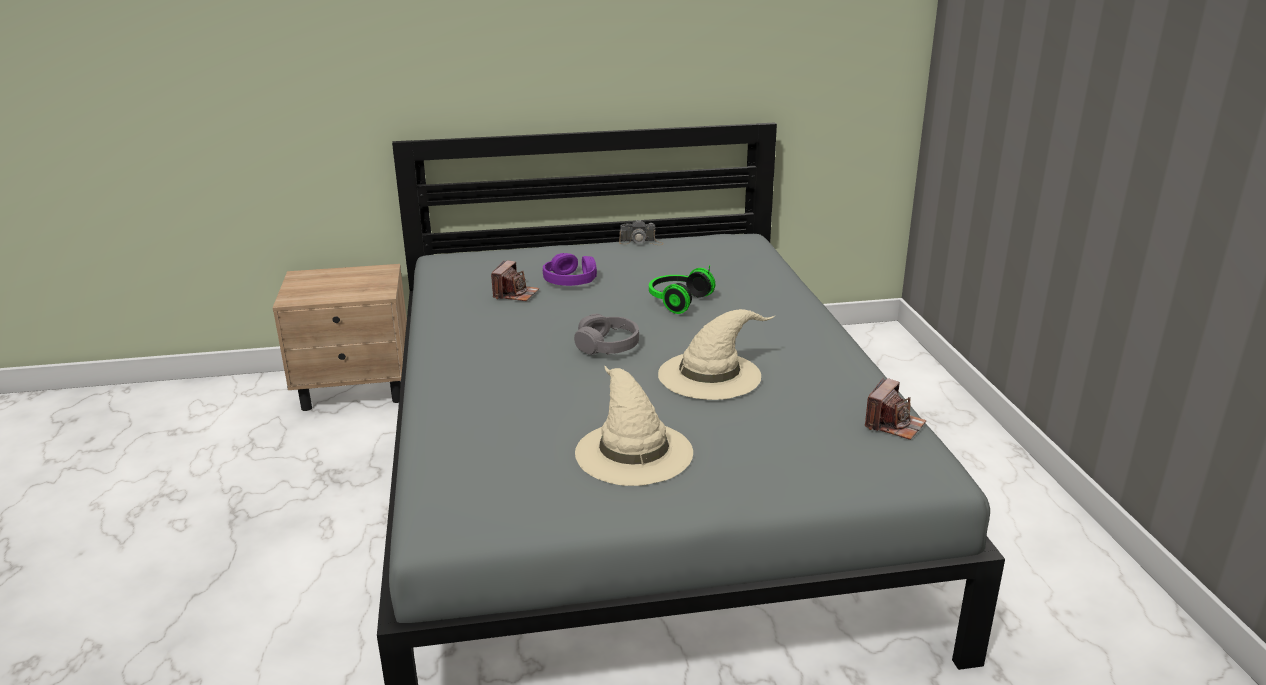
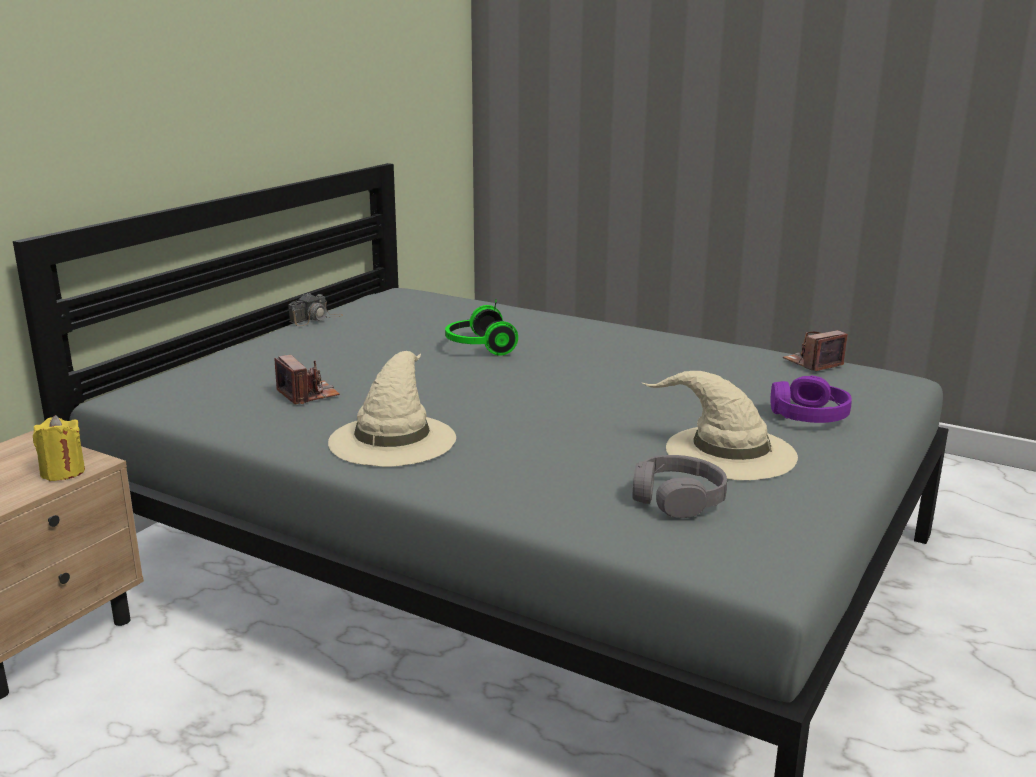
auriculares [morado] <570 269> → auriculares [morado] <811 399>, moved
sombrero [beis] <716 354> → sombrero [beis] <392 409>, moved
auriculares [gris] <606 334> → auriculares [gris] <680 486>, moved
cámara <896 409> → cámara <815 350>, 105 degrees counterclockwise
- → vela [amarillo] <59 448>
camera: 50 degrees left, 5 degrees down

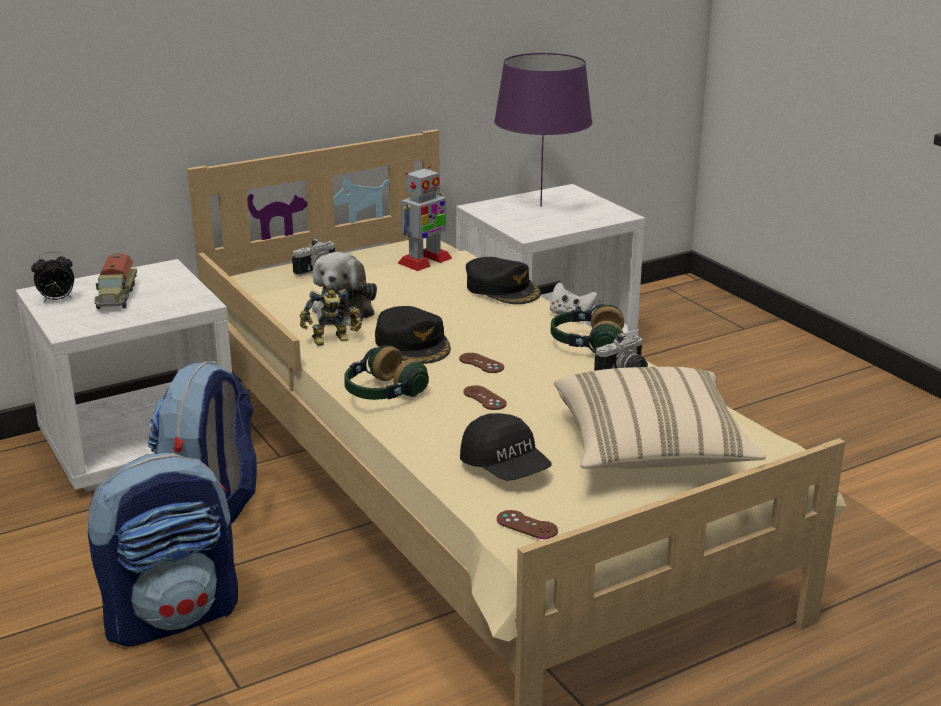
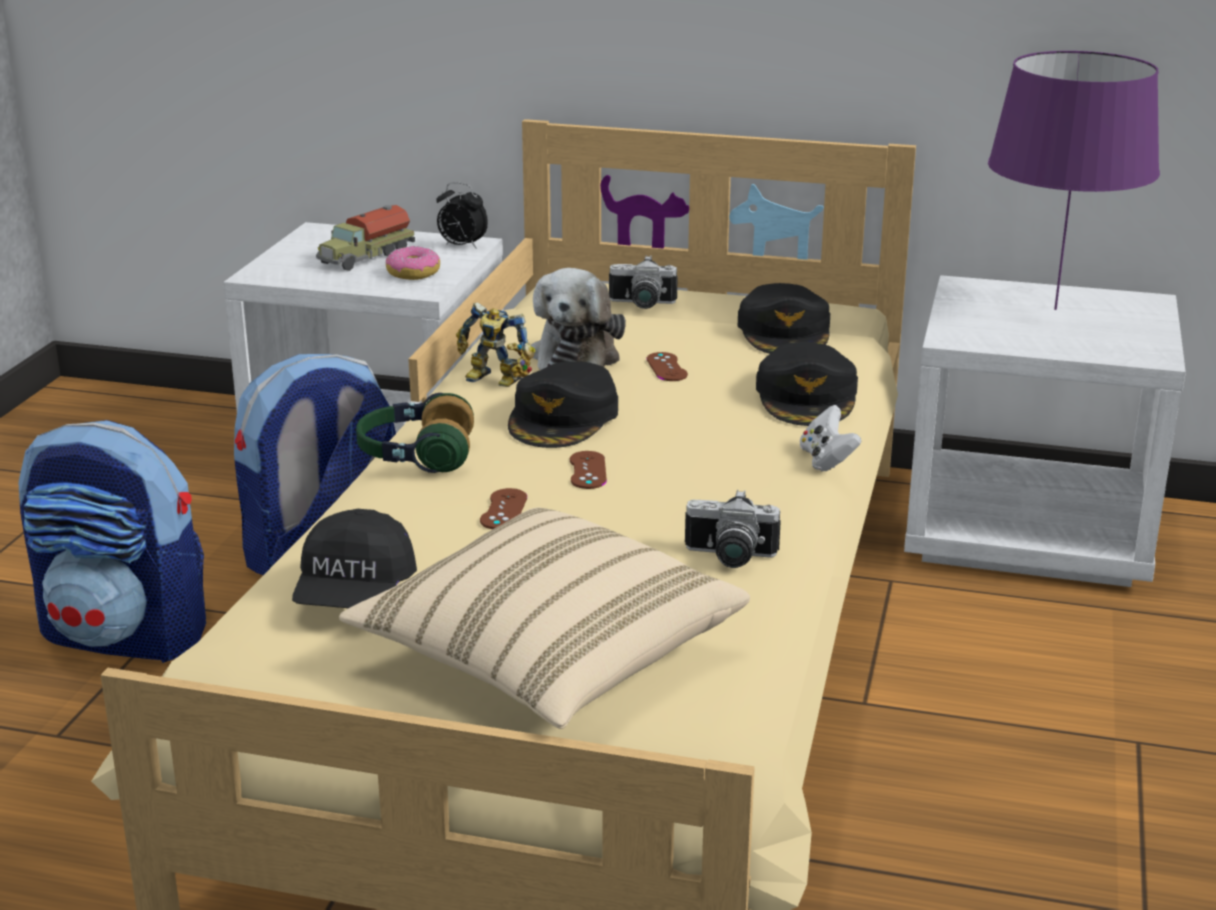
robot de juguete <425 218> → gorra [negro] <784 318>
despertador <52 277> → despertador <462 215>, moved
peluche <344 289> → peluche <578 319>, 45 degrees counterclockwise
auriculares <587 329> → -
mando de consola [marrón] <527 524> → mando de consola [marrón] <667 366>, moved
- → rosquilla <413 263>
camera: 45 degrees right, 0 degrees up

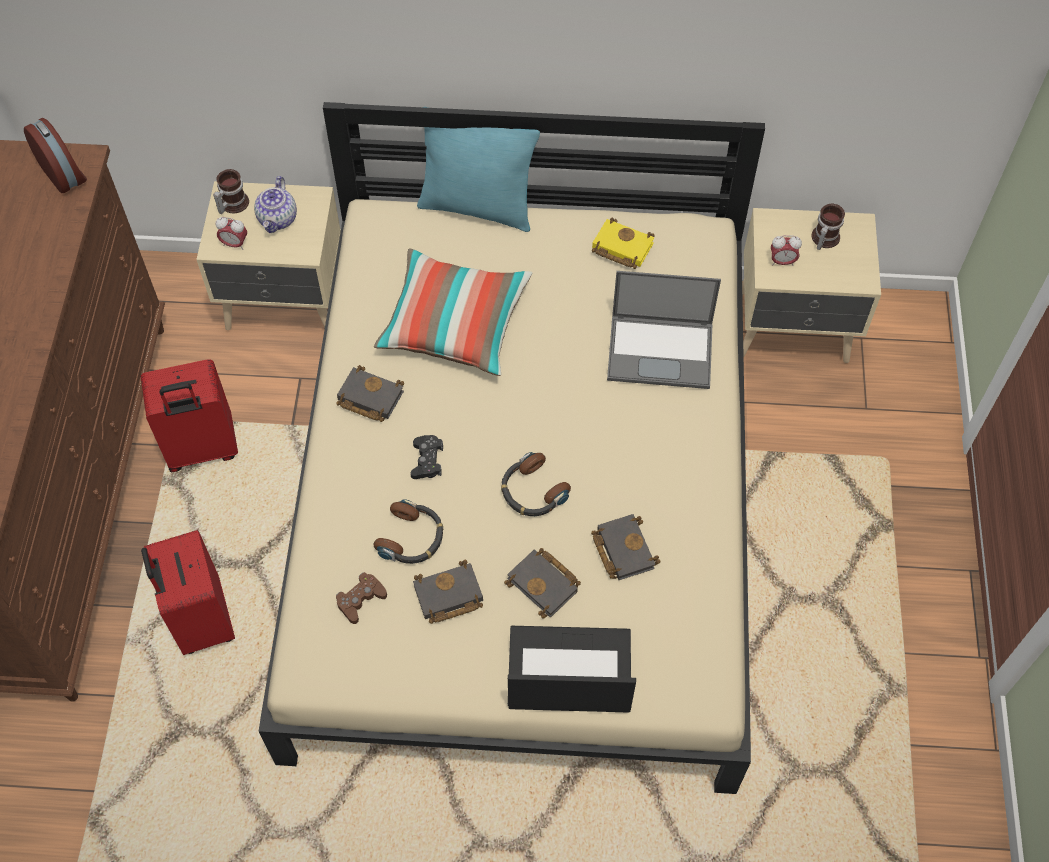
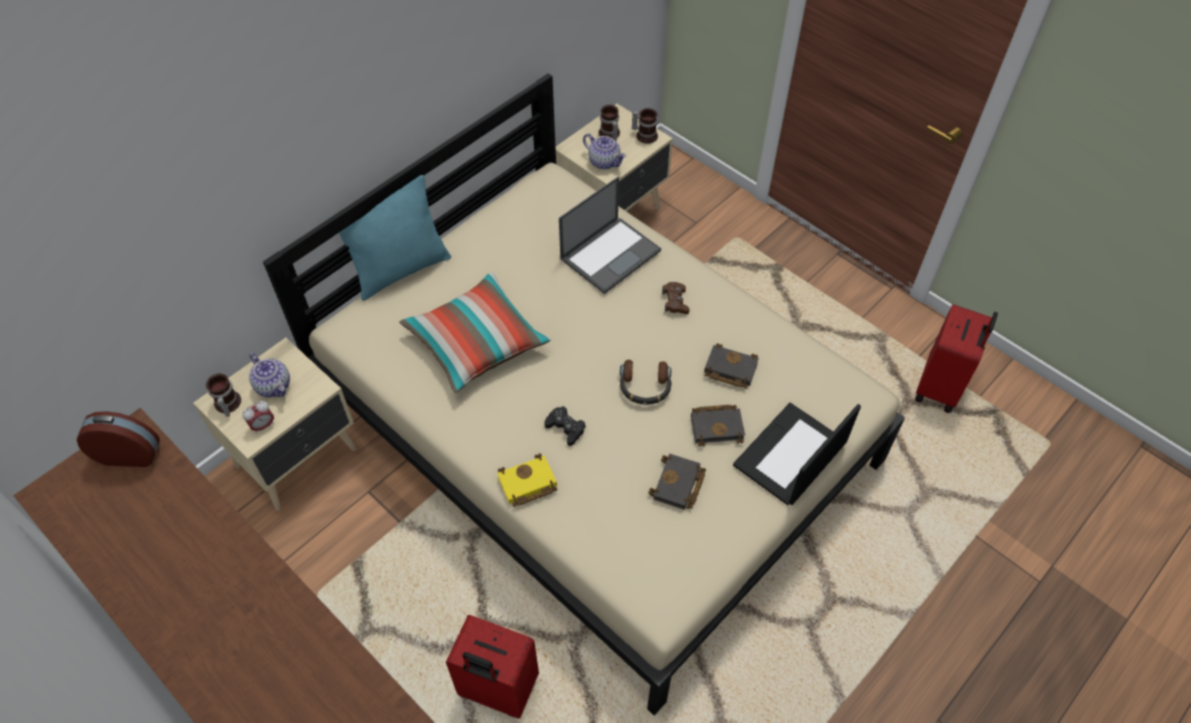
libro [amarillo] <623 243> → libro [amarillo] <527 480>, moved
despertador <786 250> → tetera <604 151>
maleta [rojo] <189 415> → maleta [rojo] <956 358>, moved
libro [negro] <370 393> → -
auriculares <408 532> → -
mando de consola [marrón] <361 598> → mando de consola [marrón] <675 298>, moved
- → taza grande <645 126>
camera: 50 degrees left, 5 degrees down

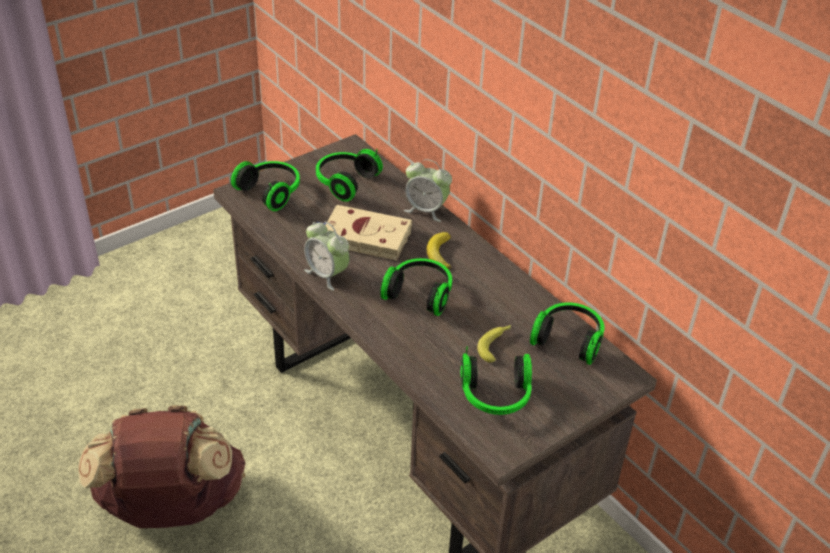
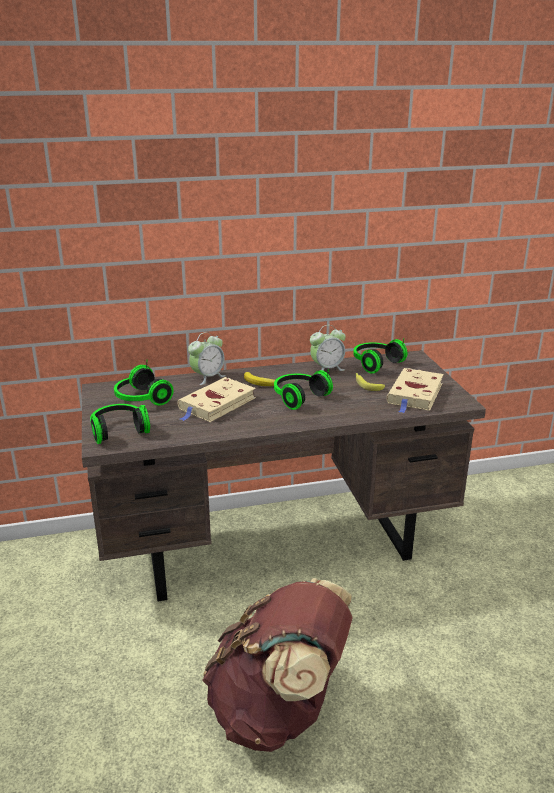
despertador <327 256> → despertador <328 348>, moved
auriculares <496 380> → libro [beis] <415 390>
camera: 65 degrees left, 15 degrees down

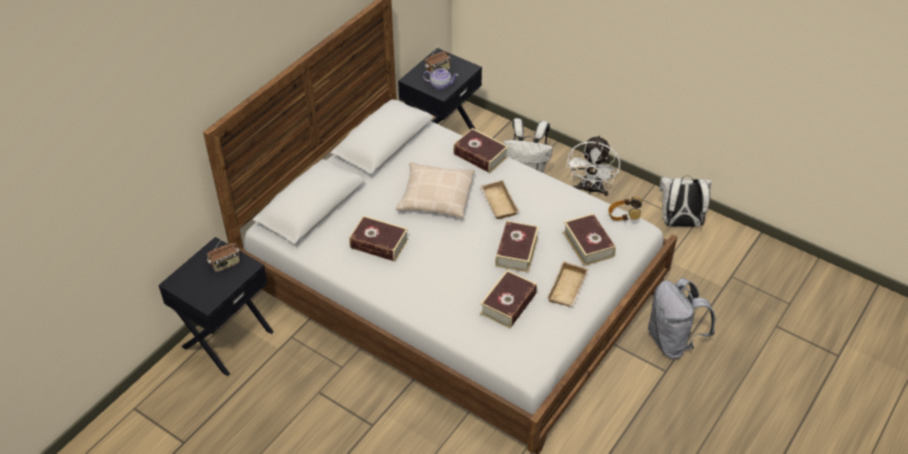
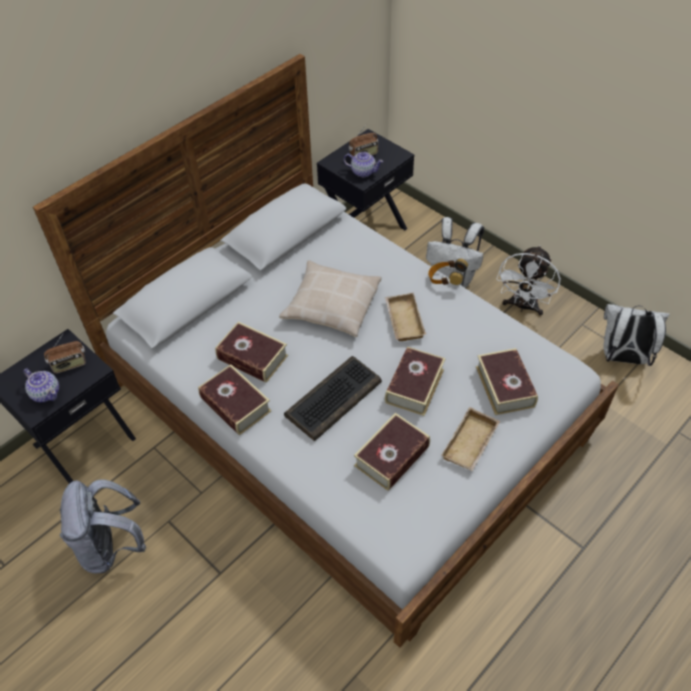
libro <480 150> → libro <234 399>, moved
auriculares <625 209> → auriculares <448 272>, moved
mochila [gris] <681 318> → mochila [gris] <103 526>, moved
- → teclado <333 398>
- → tetera <41 385>
camera: 10 degrees right, 5 degrees up

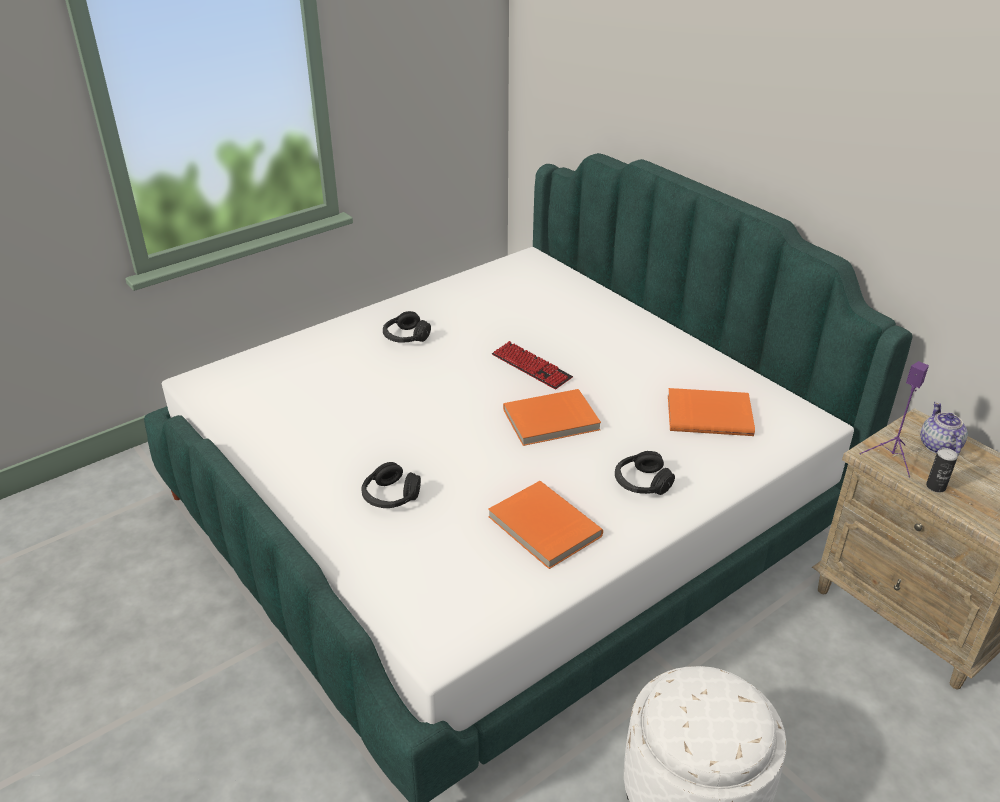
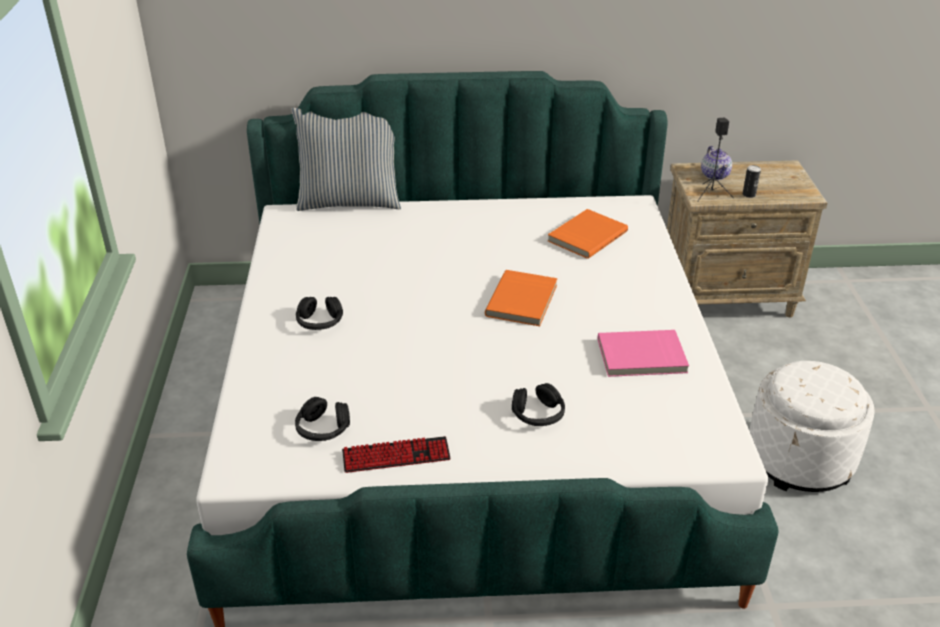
teclado <532 365> → teclado <396 454>, moved
altavoz [morado] <894 419> → altavoz [negro] <715 159>
tetera <944 428> → tetera <716 163>, 135 degrees counterclockwise
auriculares [negro] <645 473> → auriculares [negro] <322 419>, moved
libro [naranja] <545 525> → libro [rosa] <643 353>
- → cojín <346 159>
camera: 55 degrees left, 0 degrees up

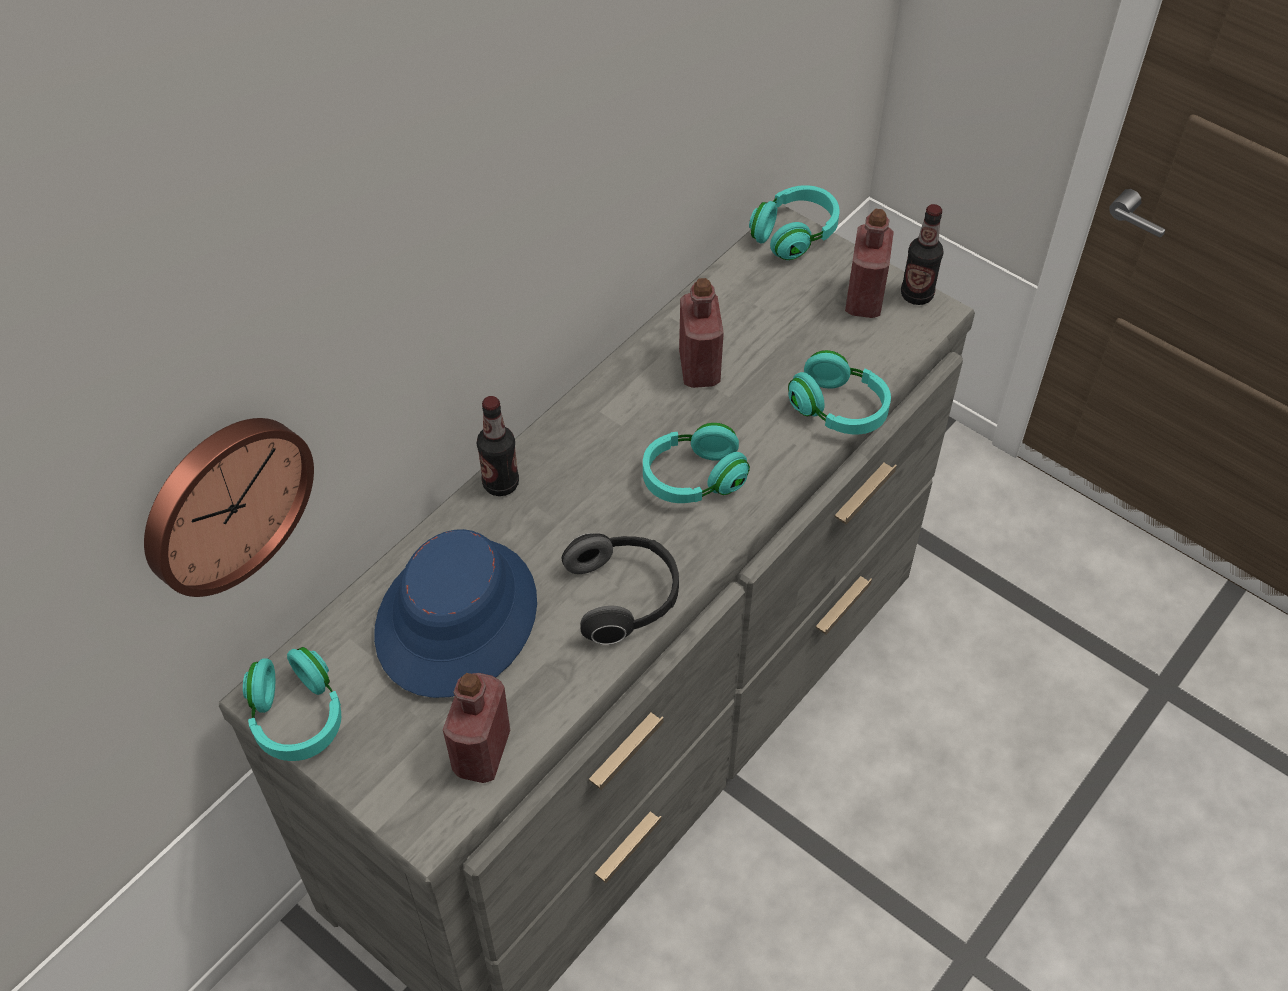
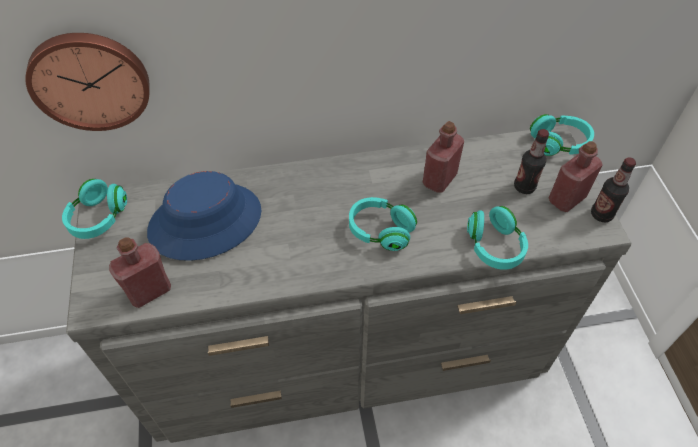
botella <498 446> → botella <531 161>, moved
auriculares <620 589> → -
camera: 40 degrees right, 0 degrees up

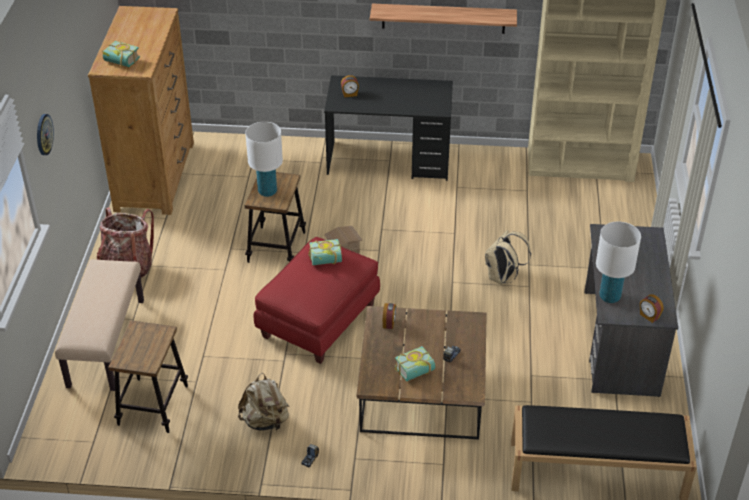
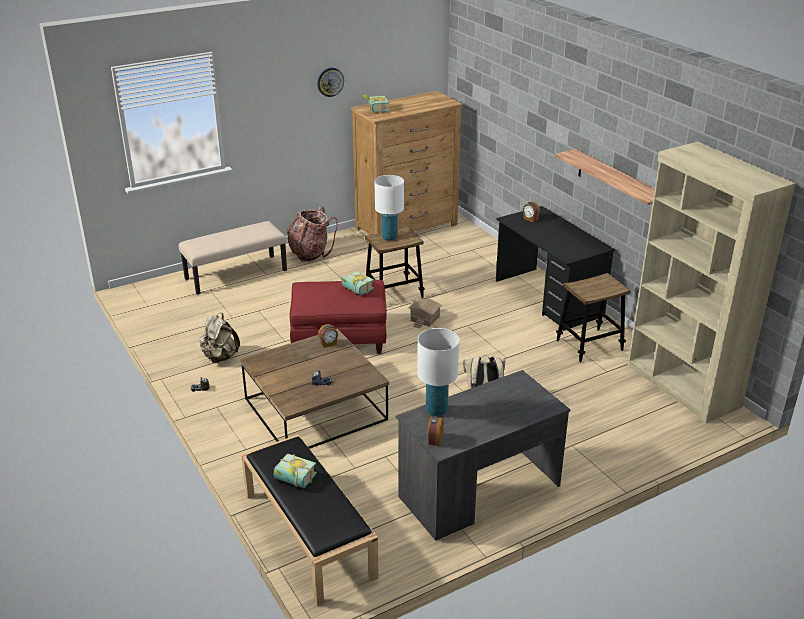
reloj de pared <45 134> → reloj de pared <330 82>, moved
taburete <148 376> → taburete <593 318>, moved
libro <415 363> → libro <295 470>, moved
camera: 55 degrees right, 10 degrees down

